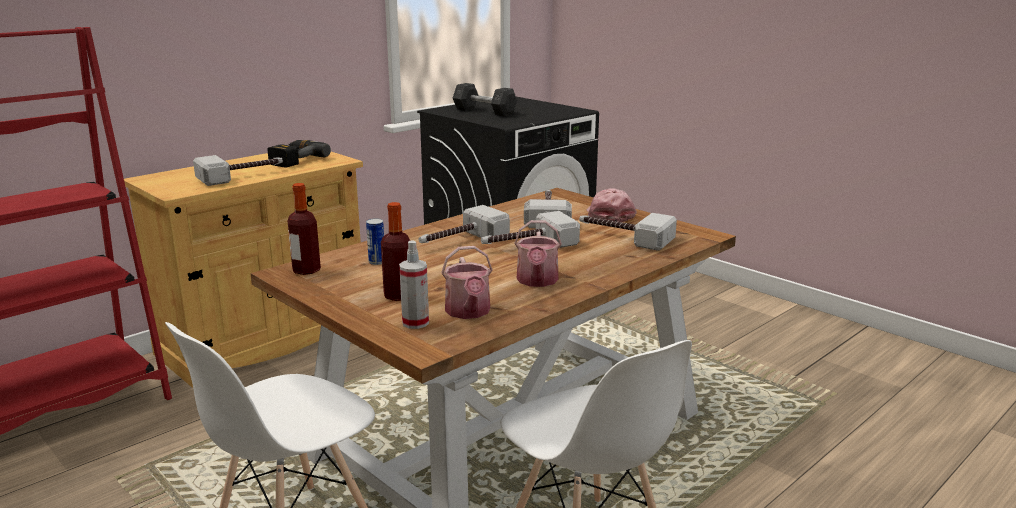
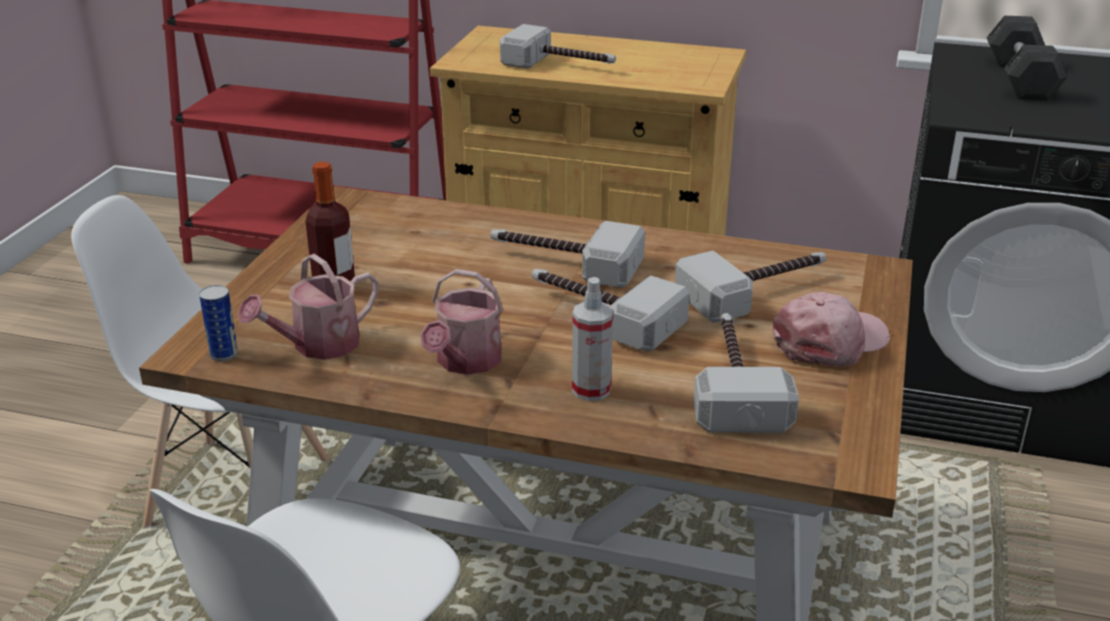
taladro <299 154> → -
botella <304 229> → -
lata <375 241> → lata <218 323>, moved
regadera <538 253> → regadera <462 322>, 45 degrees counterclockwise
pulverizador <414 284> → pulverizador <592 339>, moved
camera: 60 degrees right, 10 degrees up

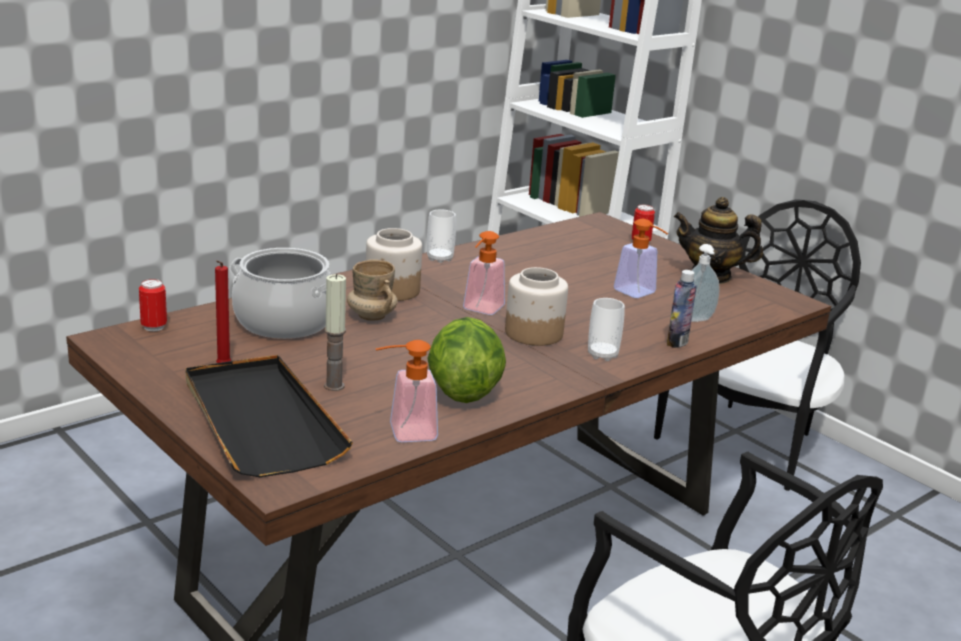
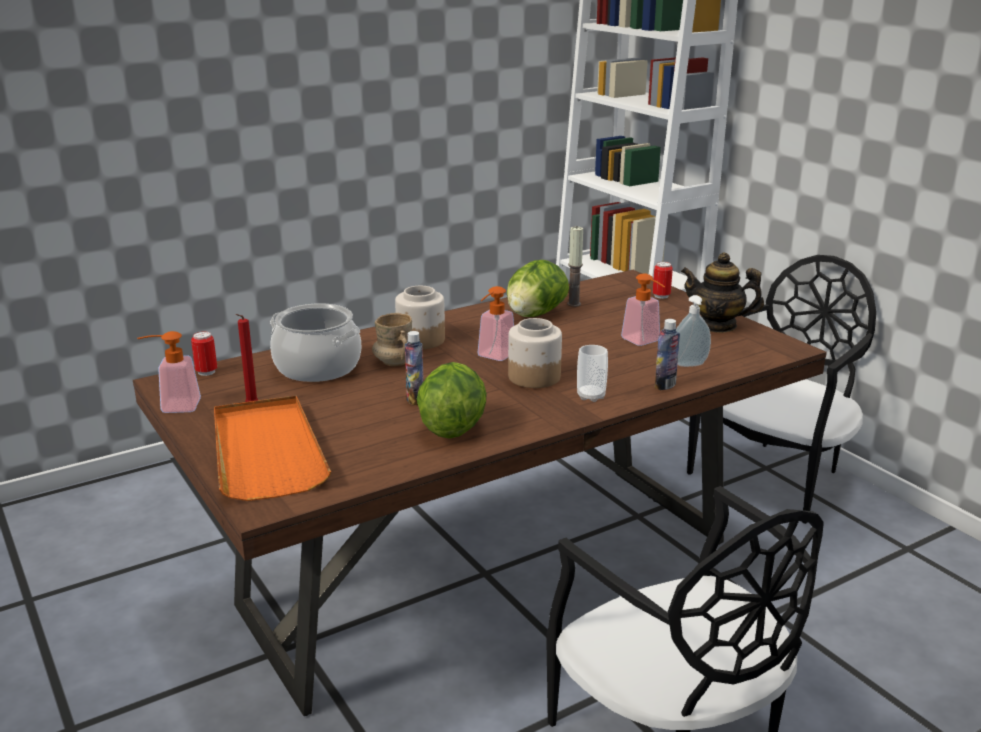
taza <441 236> → -
vela <335 332> → vela <575 267>, moved
dispensador de jabón <407 391> → dispensador de jabón <169 372>, moved
bandeja [negro] <269 416> → bandeja [naranja] <272 448>
- → lechuga <538 288>
- → botella <414 368>
camera: 10 degrees right, 0 degrees up

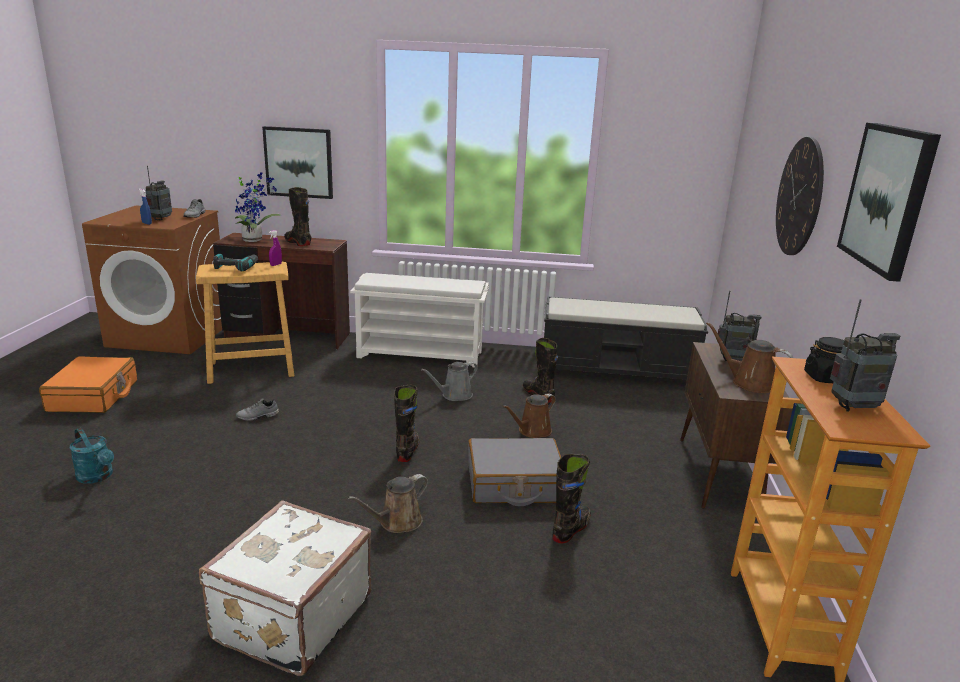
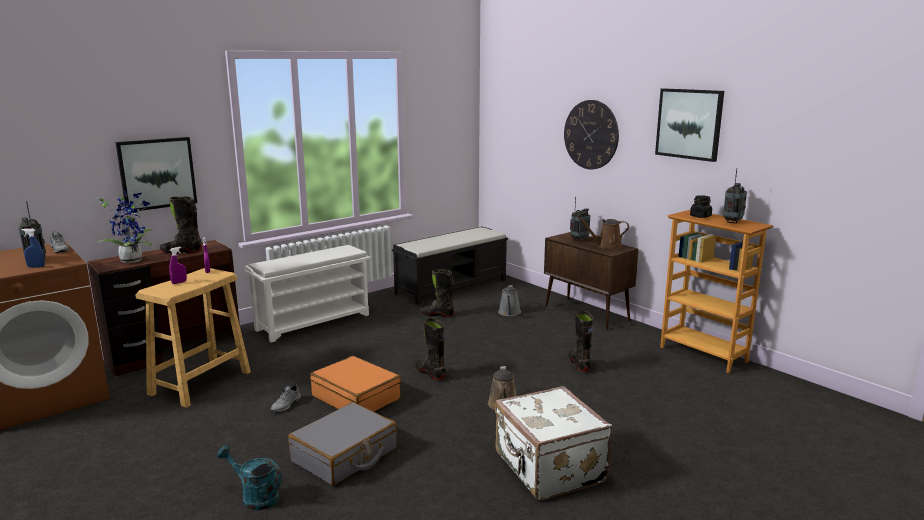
taladro <235 262> → pulverizador [morado] <178 265>
maleta [naranja] <88 384> → maleta [naranja] <355 384>, moved
regadera [gris] <449 381> → regadera [gris] <509 300>, moved
regadera [marrón] <529 415> → -
regadera [turquesa] <92 456> → regadera [turquesa] <249 477>, 150 degrees counterclockwise
maleta [gris] <514 472> → maleta [gris] <342 444>, moved
camera: 45 degrees left, 5 degrees down

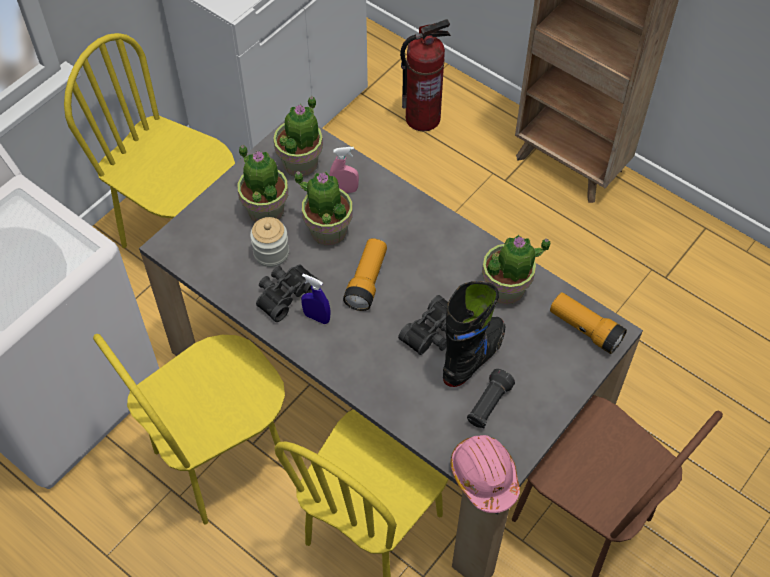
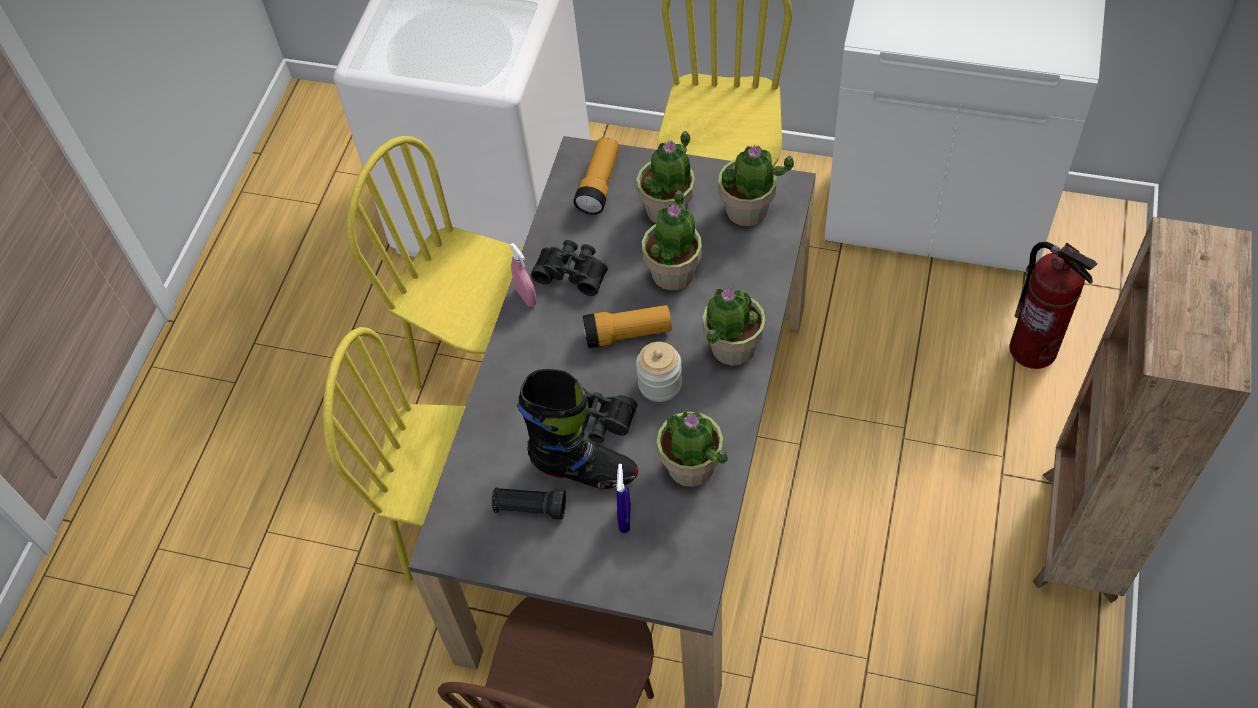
pulverizador [rosa] <344 170> → pulverizador [rosa] <523 275>, moved
tarro <269 242> → tarro <659 372>, moved
pulverizador [azul] <316 299> → pulverizador [azul] <623 498>, moved
linterna <588 323> → linterna <596 176>, moved
casco [rosa] <485 474> → -
- → planta en maceta <734 326>
camera: 70 degrees right, 0 degrees up

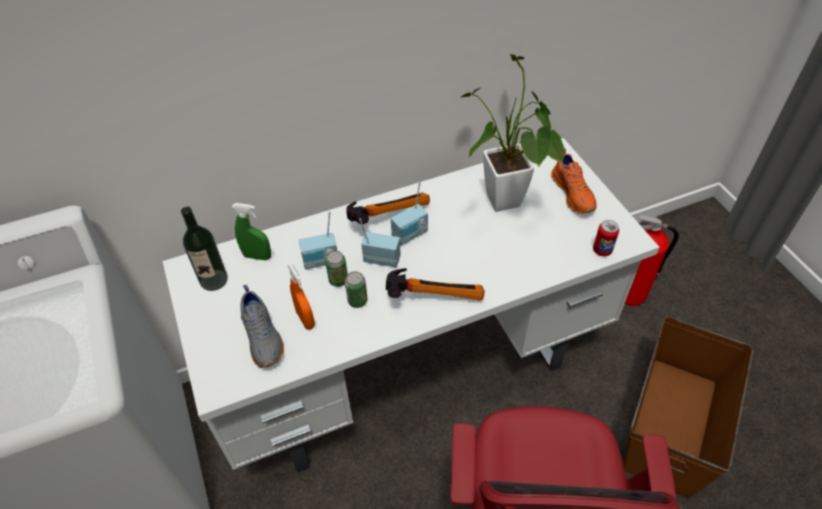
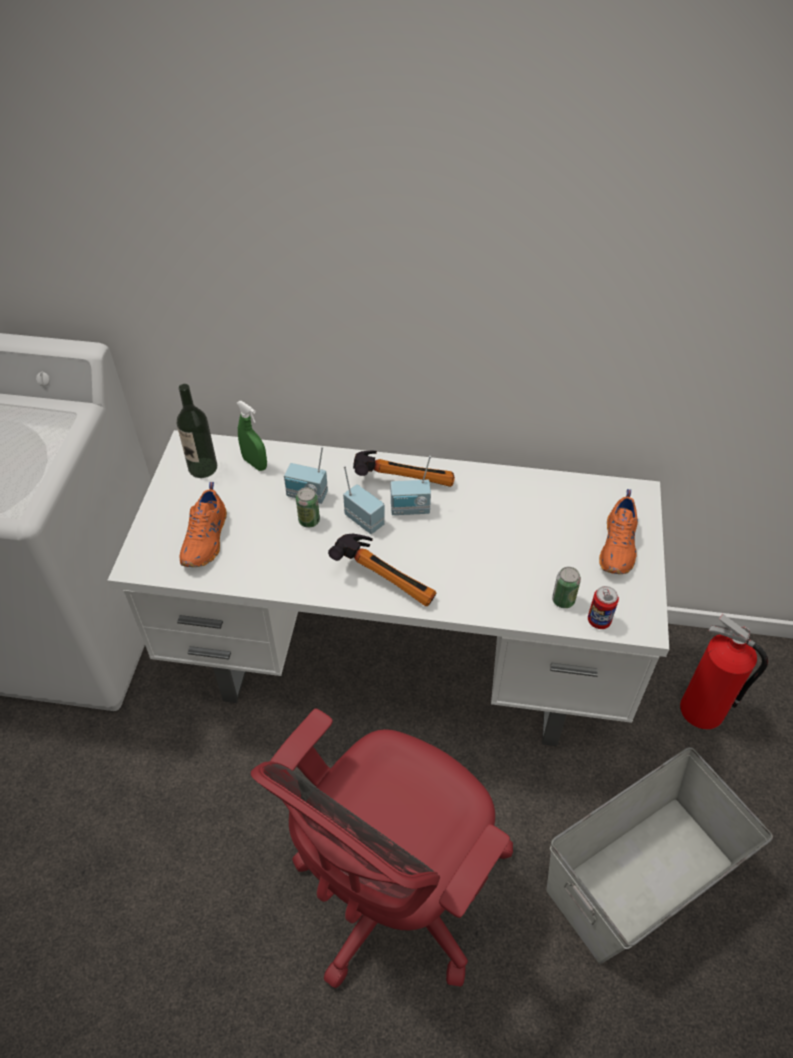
planta en maceta <512 133> → -
pulverizador [naranja] <301 296> → -
lata <356 289> → lata <566 587>, moved
zapato [gris] <262 326> → zapato [naranja] <203 524>
caja de almacenaje [marrón] <688 407> → caja de almacenaje [gris] <660 855>
camera: 30 degrees right, 0 degrees up

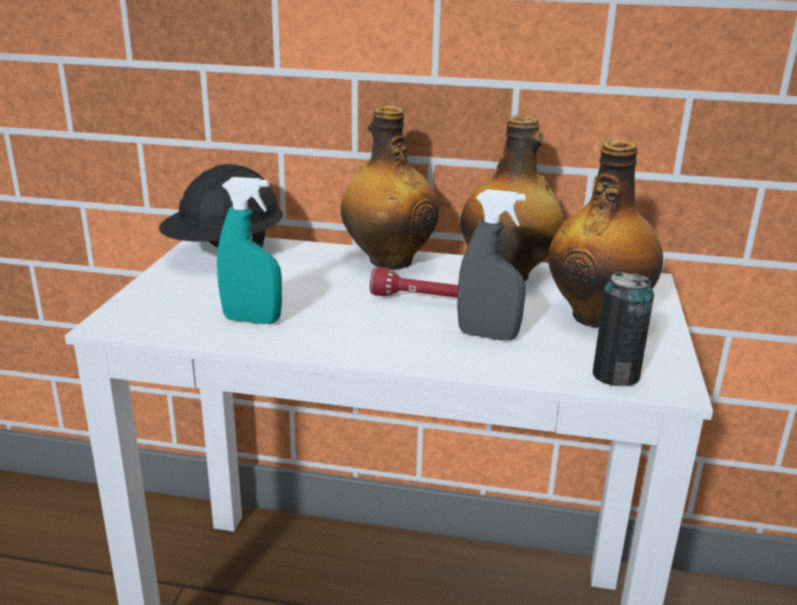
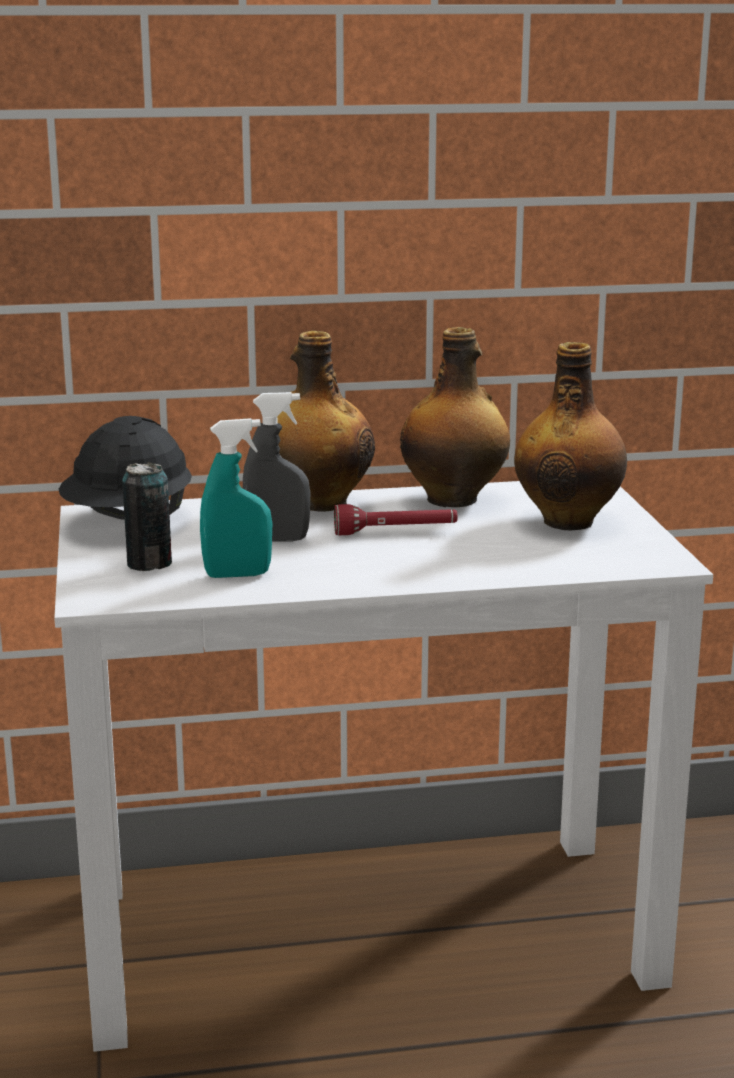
pulverizador [gris] <491 265> → pulverizador [gris] <276 467>, moved
lata <623 329> → lata <147 516>, moved
camera: 20 degrees left, 5 degrees down

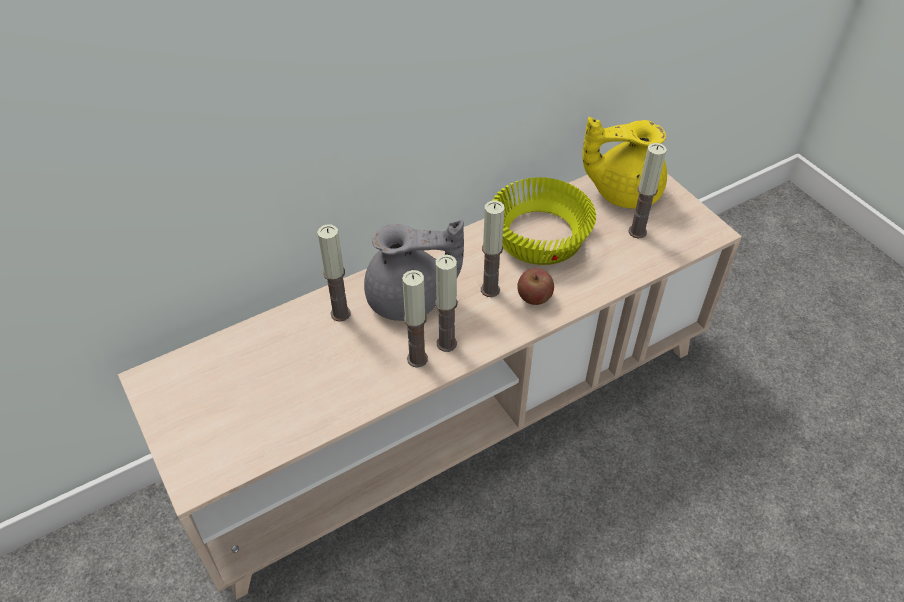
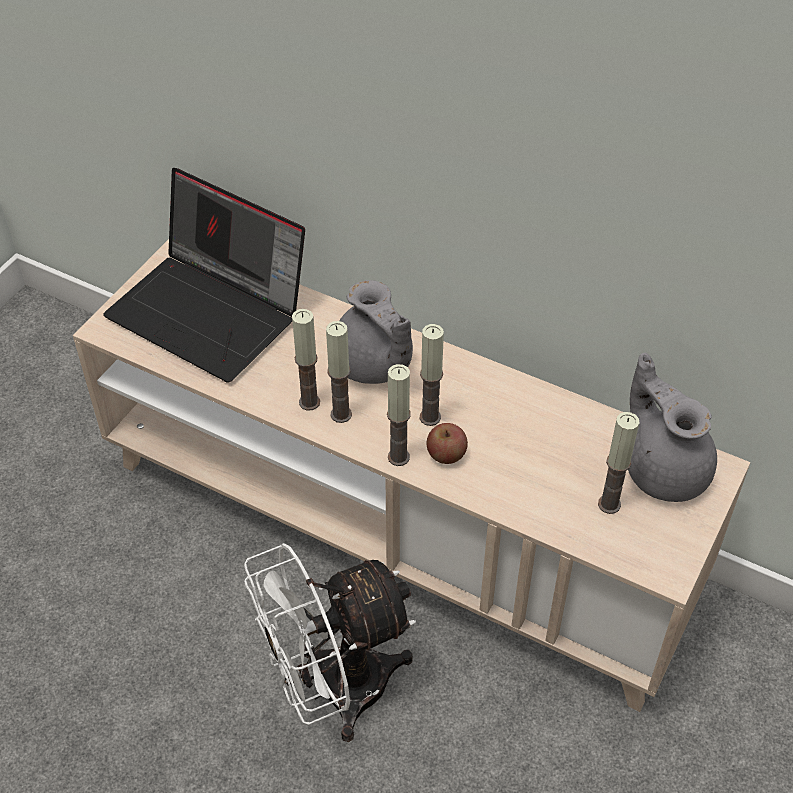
tetera [amarillo] <624 163> → tetera [gris] <672 427>
cuenco [amarillo] <544 221> → -
vela <334 273> → vela <399 415>, moved
- → portátil <204 275>
- → ventilador [blanco] <330 642>
camera: 60 degrees right, 0 degrees up

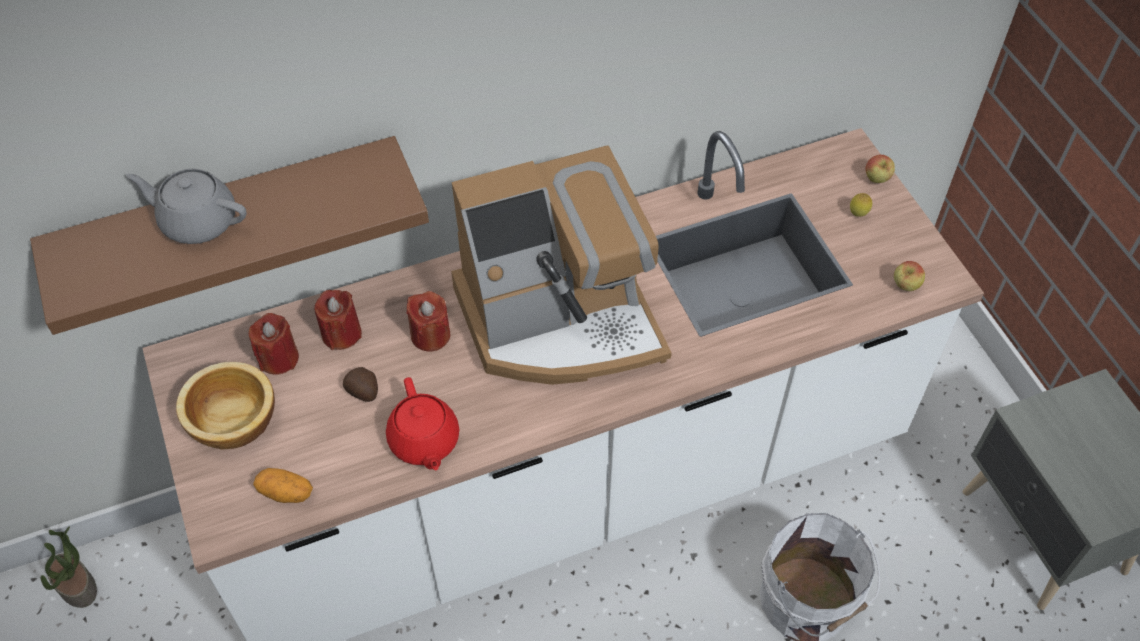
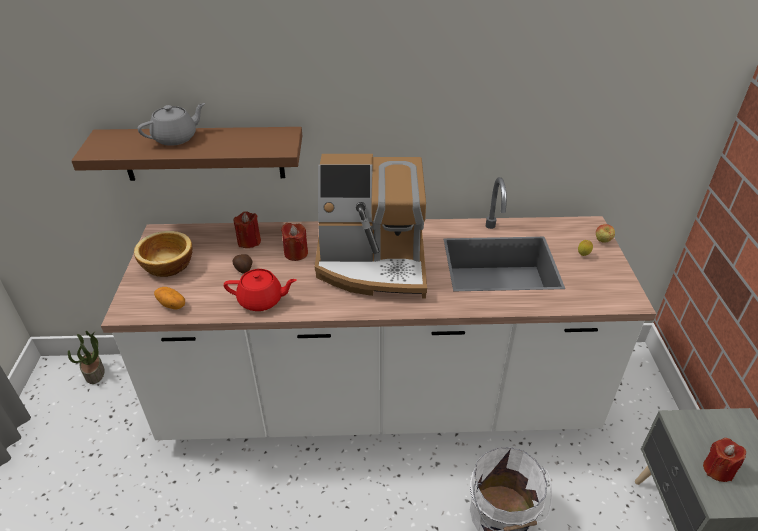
tetera [gris] <186 206> → tetera [gris] <171 124>, 105 degrees clockwise
manzana <909 276> → -
vela [rojo] <274 344> → vela [rojo] <724 460>, moved
tetera [rojo] <422 424> → tetera [rojo] <260 290>, 90 degrees counterclockwise
camera: 20 degrees right, 15 degrees down

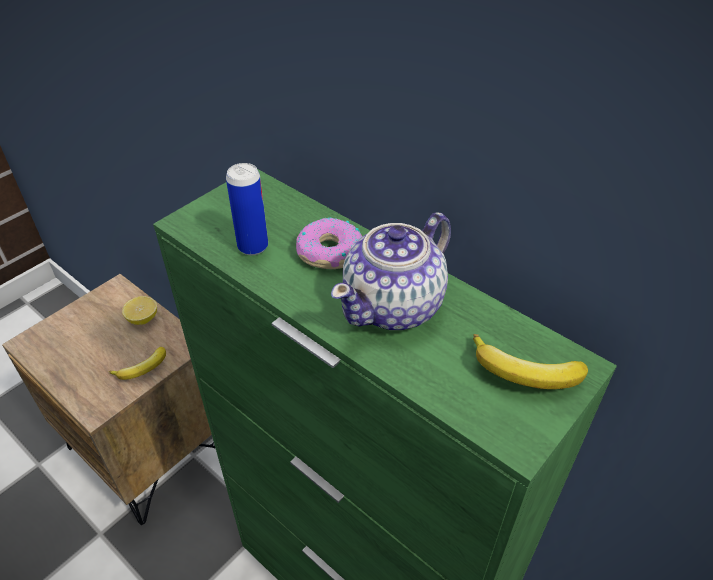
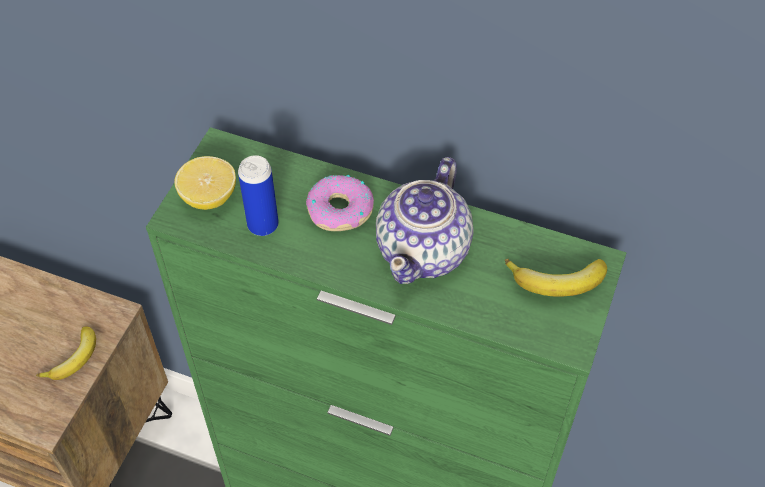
limón <139 310> → limón <205 183>, moved
camera: 20 degrees left, 10 degrees up

